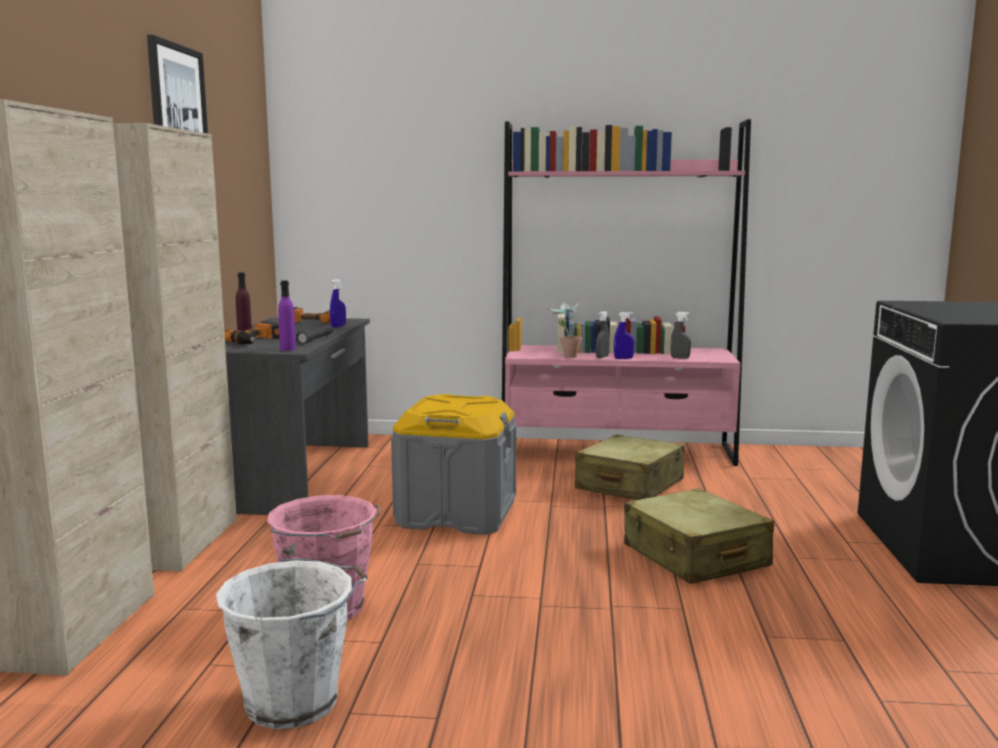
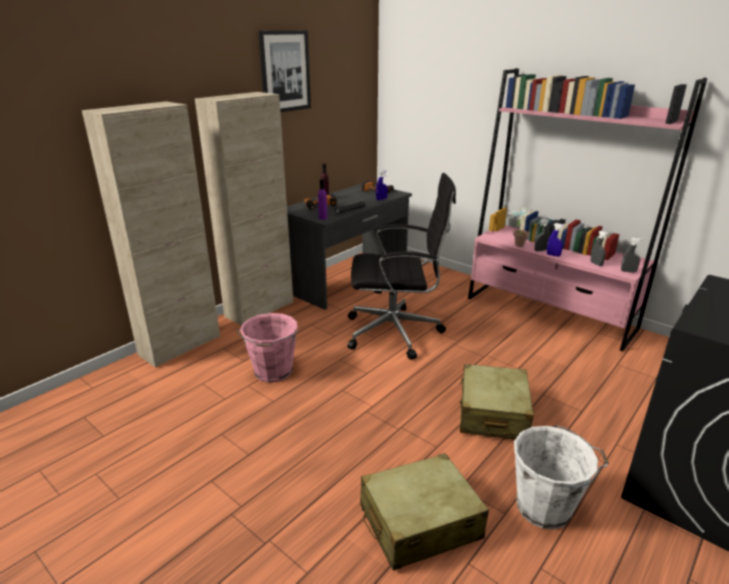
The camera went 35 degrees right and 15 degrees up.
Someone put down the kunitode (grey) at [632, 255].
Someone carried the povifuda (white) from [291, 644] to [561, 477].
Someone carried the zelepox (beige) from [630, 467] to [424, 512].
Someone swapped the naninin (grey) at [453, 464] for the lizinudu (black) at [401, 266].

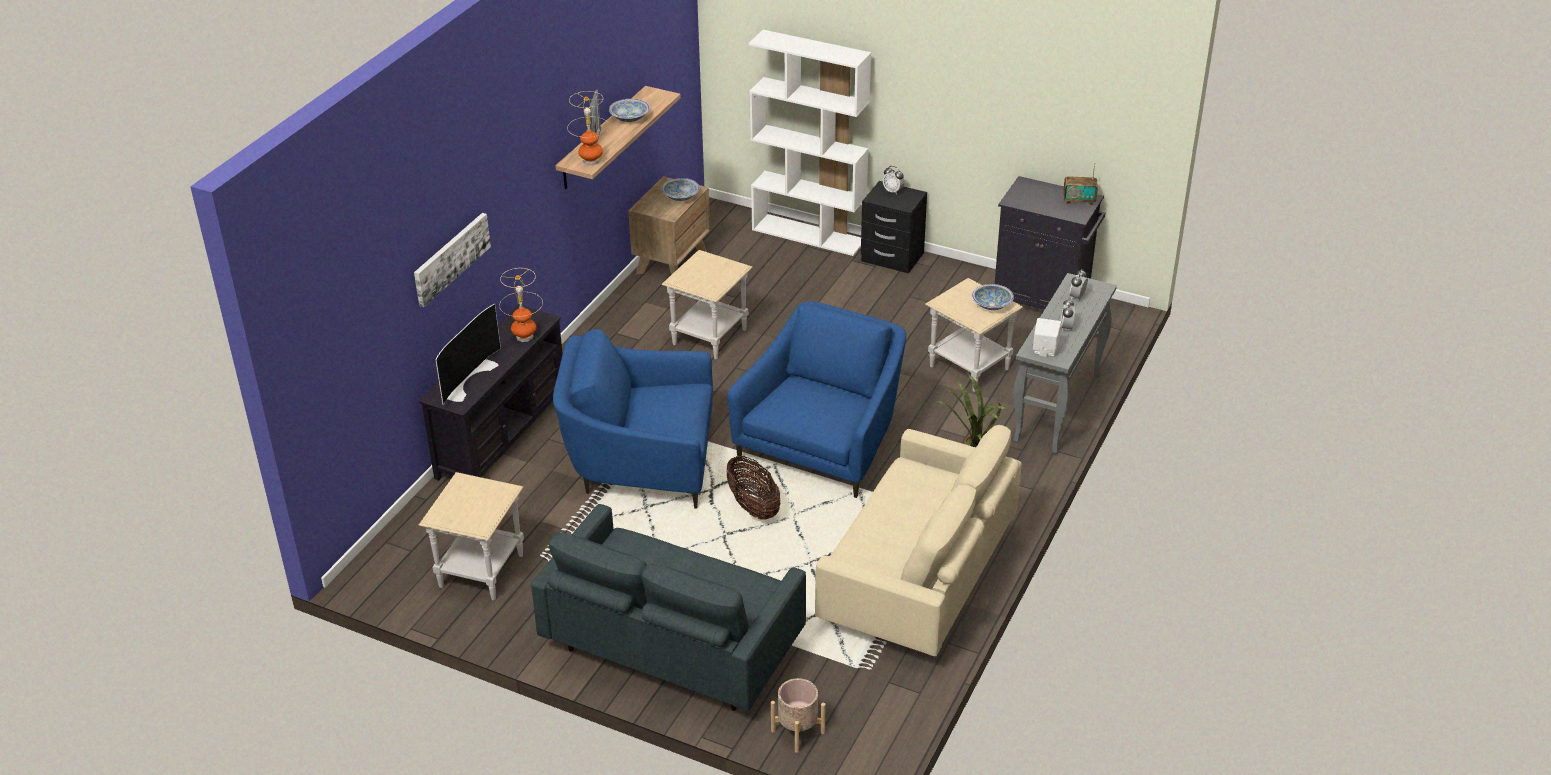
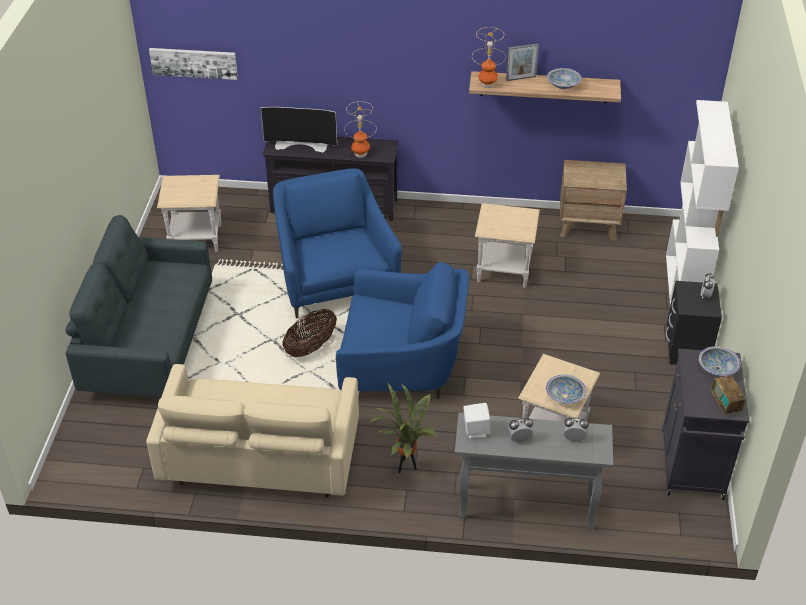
The camera went 70 degrees right and 5 degrees up.
Someone took away the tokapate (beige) at [798, 715].
Someone carried the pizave from [452, 260] to [193, 64].
Someone carried the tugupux from [680, 189] to [720, 361].

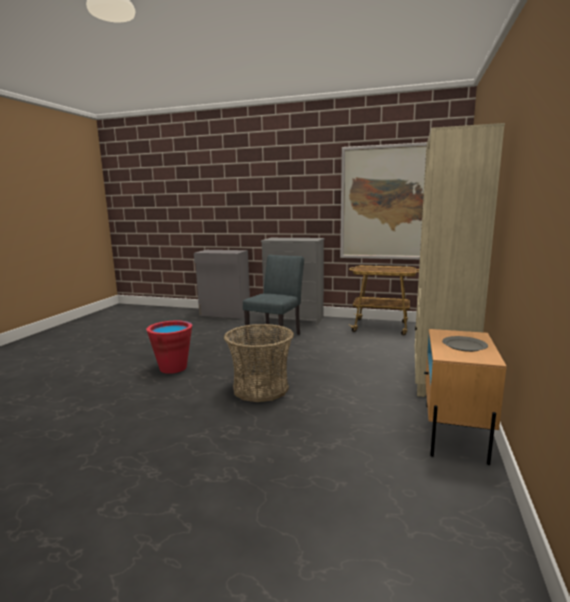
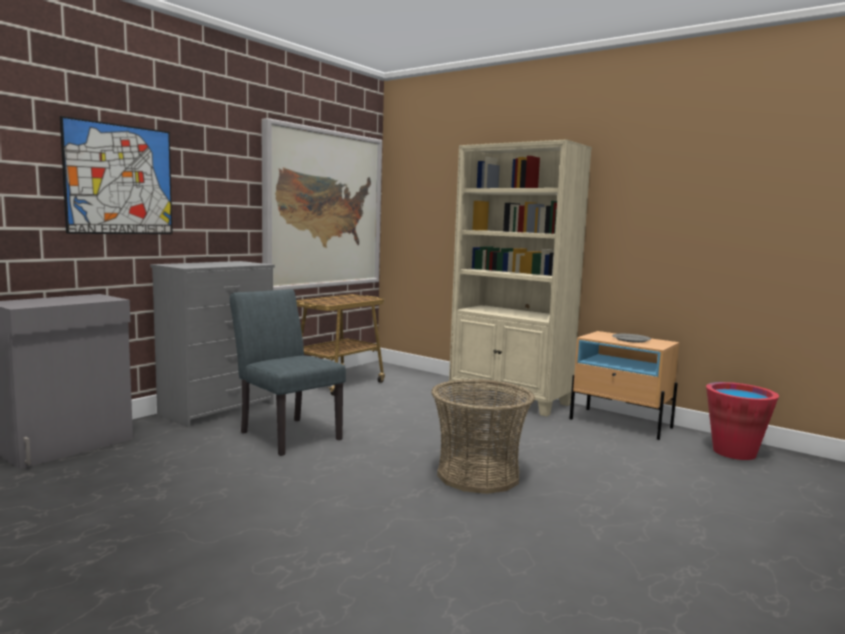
The camera went 70 degrees left and 5 degrees down.
Someone put up the pizave at [116, 175].
Someone carried the povifuda (red) from [169, 347] to [742, 421].

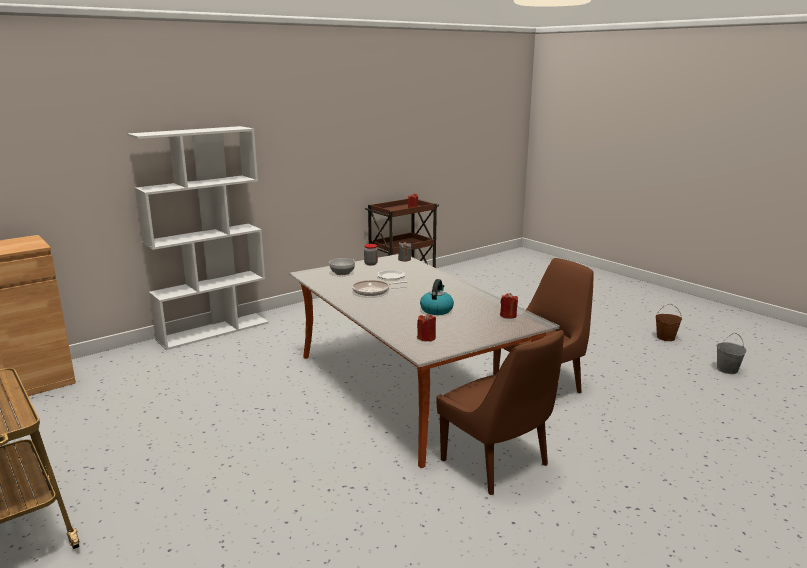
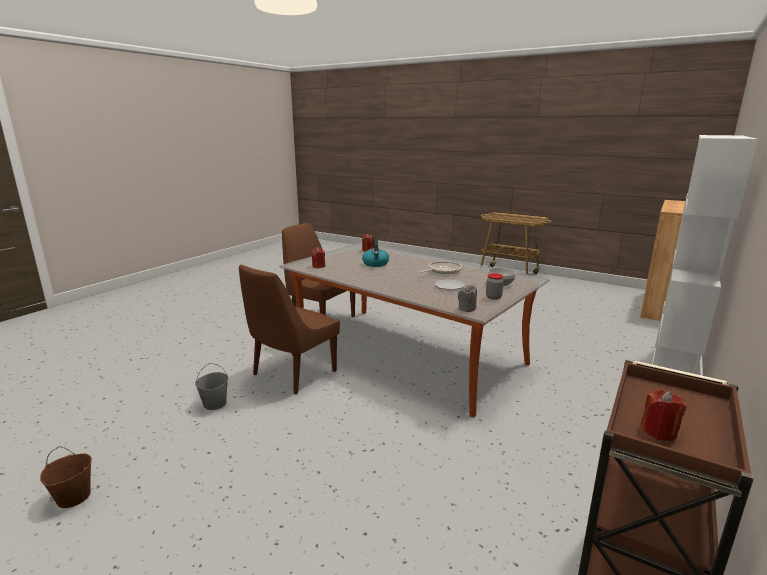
The camera went 160 degrees right and 0 degrees up.
Someone carried the povifuda (grey) from [731, 353] to [211, 386].

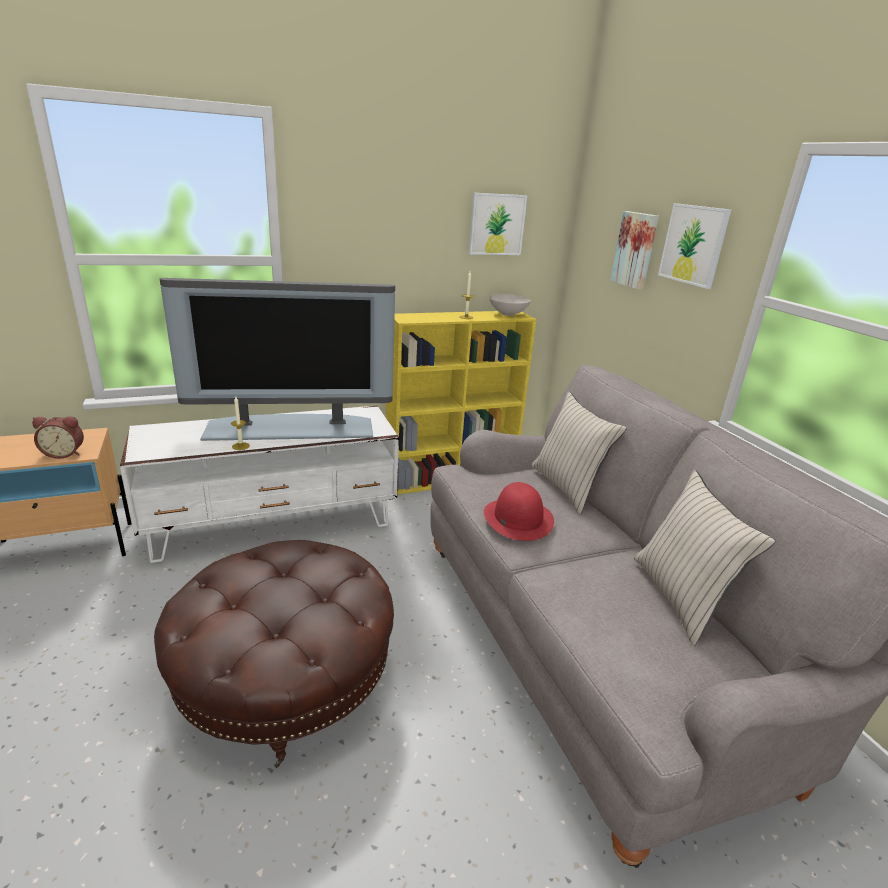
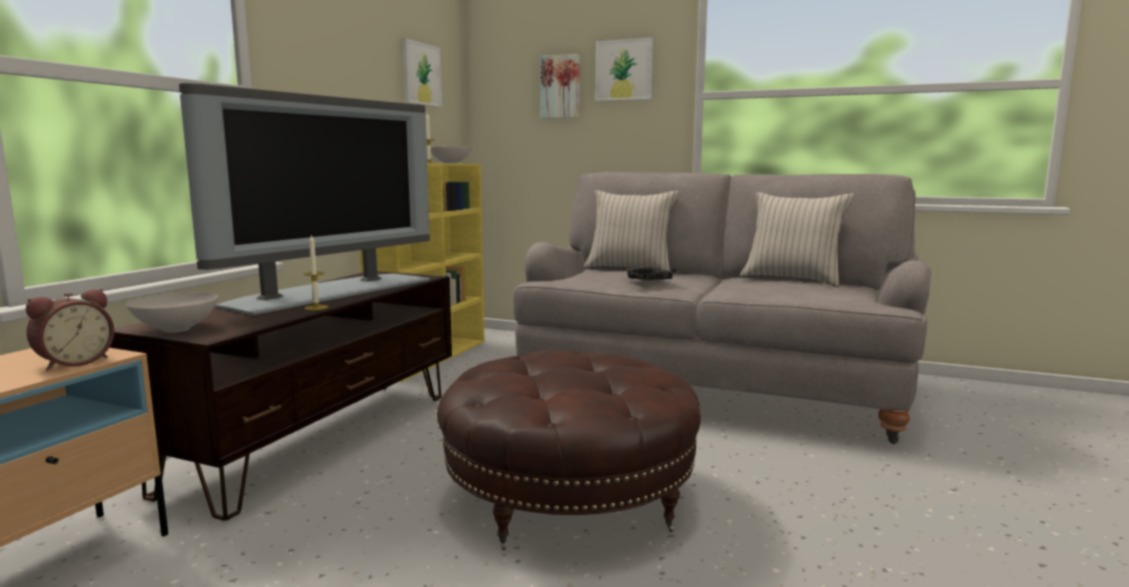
The camera went 45 degrees left and 15 degrees down.
Someone put down the tugupux (white) at [172, 312].
Someone swapped the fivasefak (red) at [519, 511] for the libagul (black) at [650, 273].
Someone repainted the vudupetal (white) at [259, 484], which became the vudupetal (brown) at [280, 395].

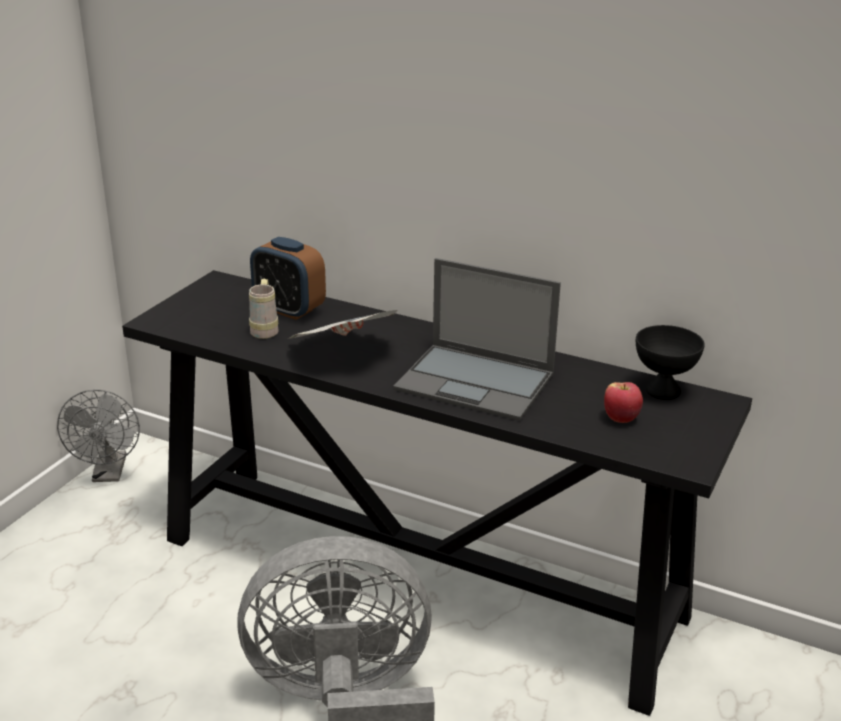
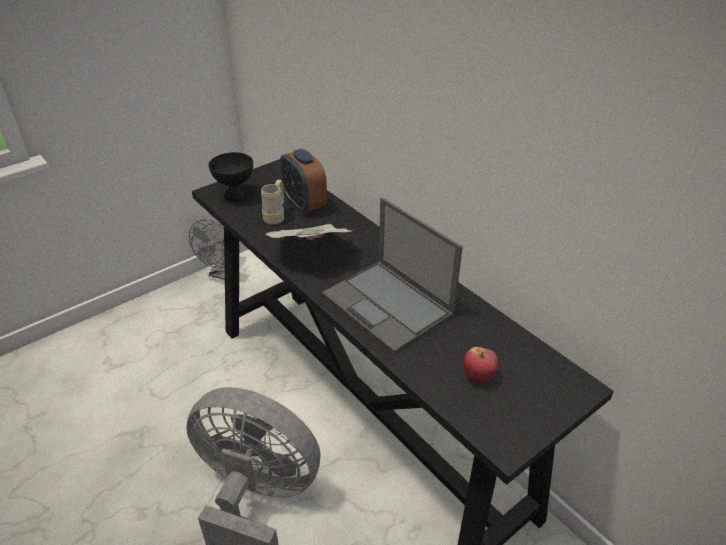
The camera went 25 degrees right and 10 degrees up.
Someone carried the tugupux (black) from [670, 362] to [231, 177].

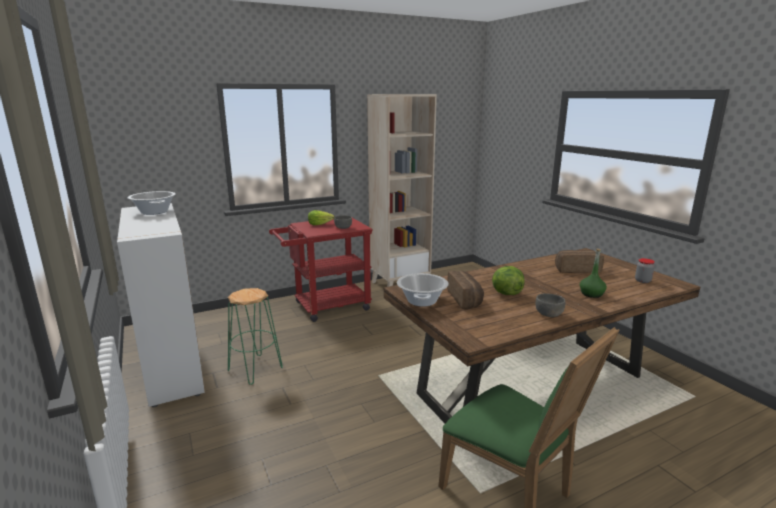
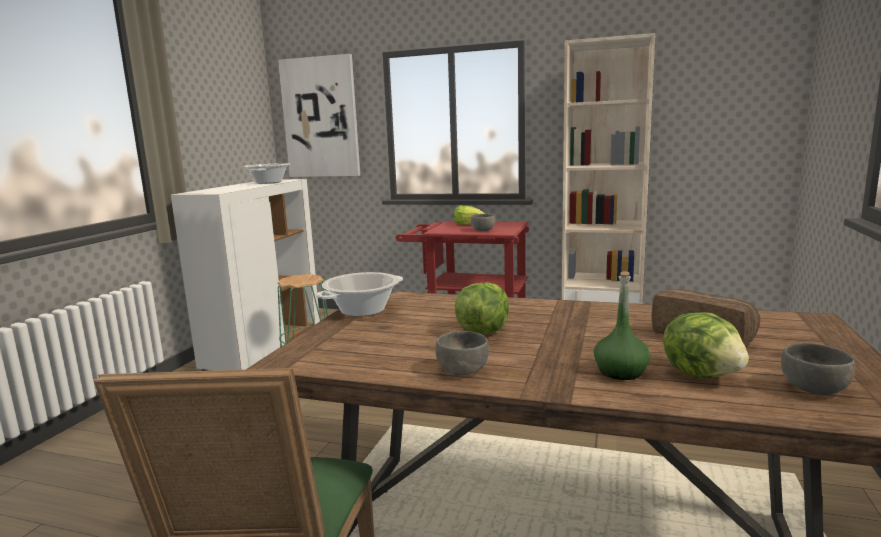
The camera went 45 degrees right and 5 degrees down.
Someone took away the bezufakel at [465, 290].
Someone put up the pizave at [319, 115].
Someone put down the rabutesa at [706, 345].
Someone swapped the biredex at [645, 270] for the tugupux (grey) at [818, 369].

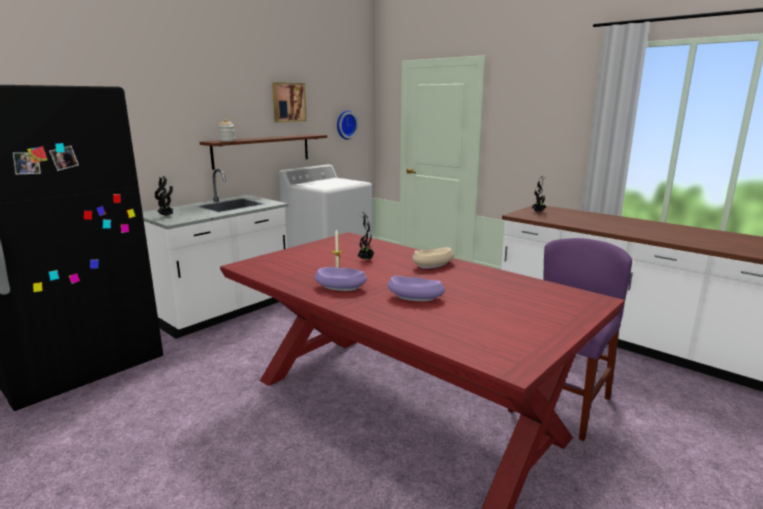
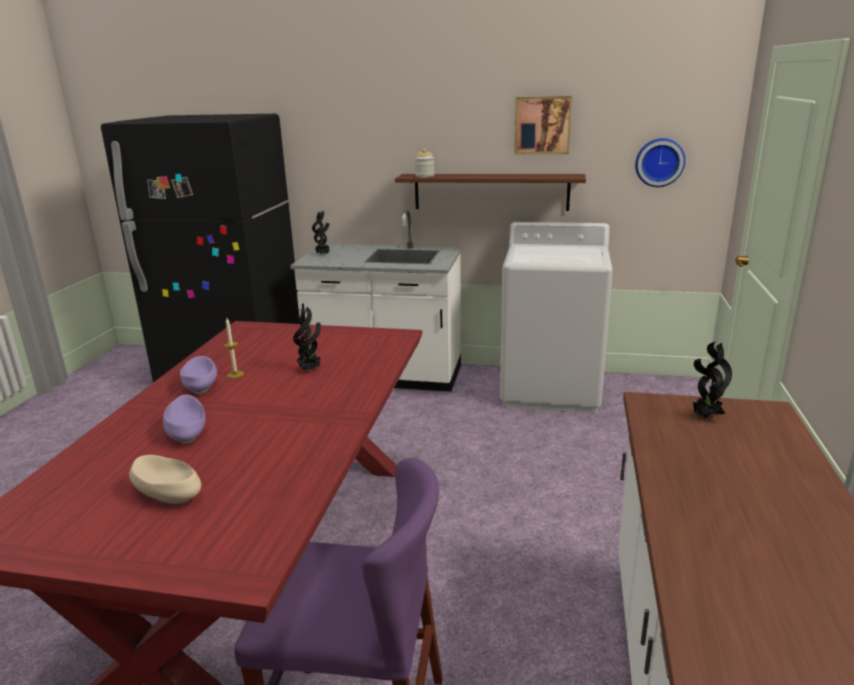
The camera went 60 degrees right and 5 degrees up.
Someone carried the tugupux (beige) from [433, 257] to [165, 479].

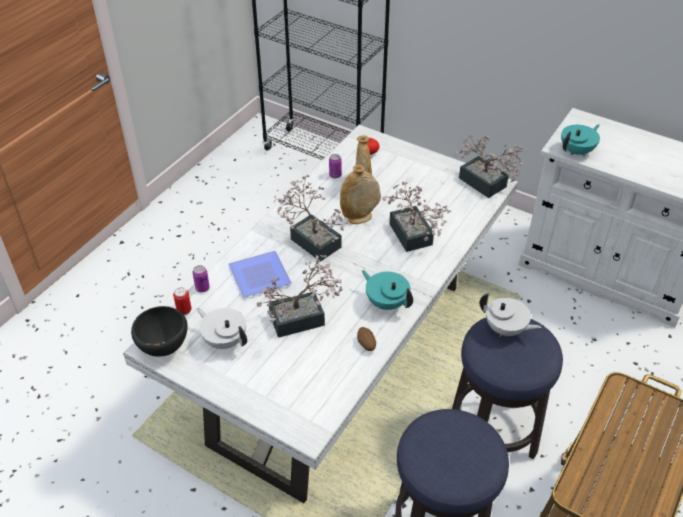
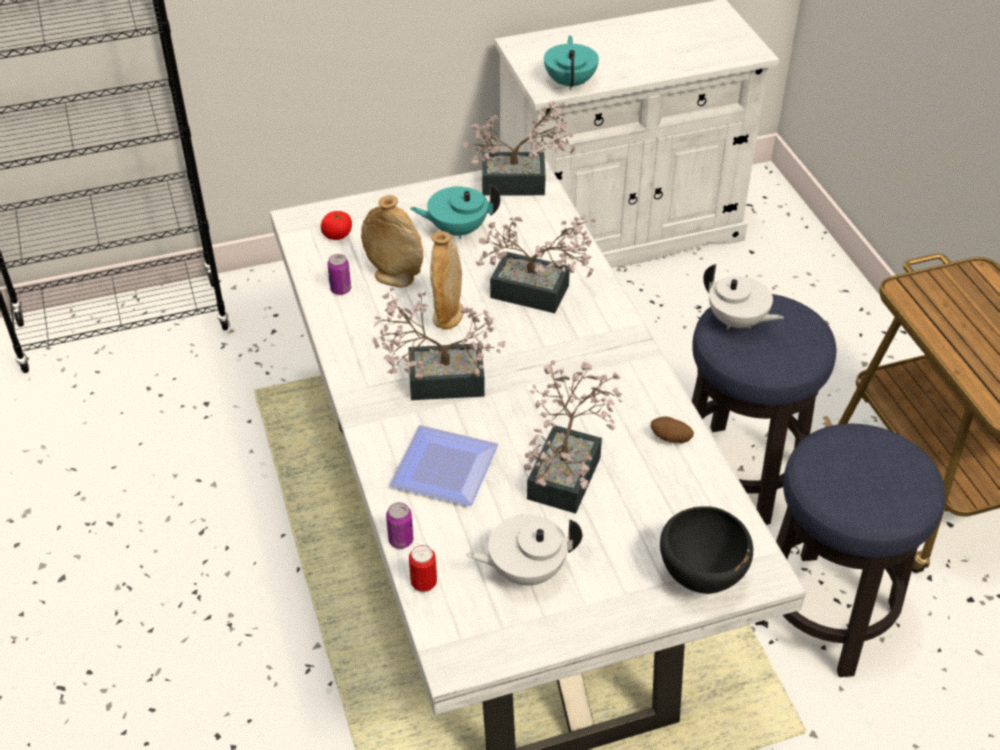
The camera went 50 degrees left and 0 degrees up.
Someone carried the tugupux (black) from [159, 331] to [706, 550].
Someone carried the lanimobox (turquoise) from [387, 290] to [455, 211].
Someone rotated the lanimobox (white) at [510, 315] by 60 degrees clockwise.

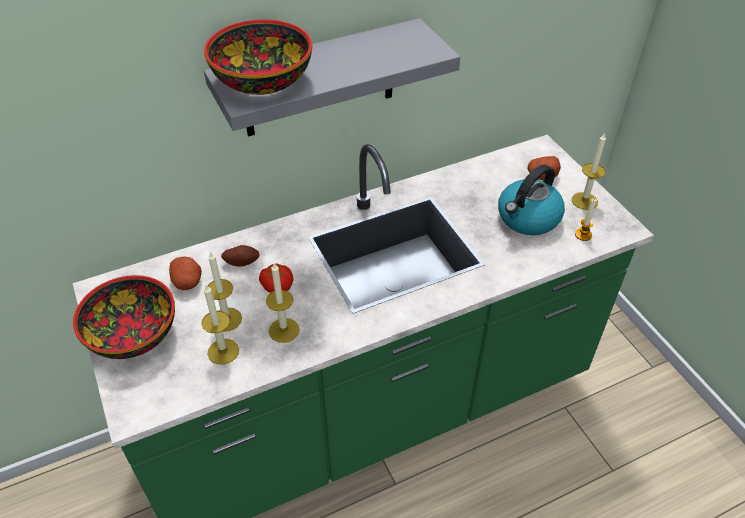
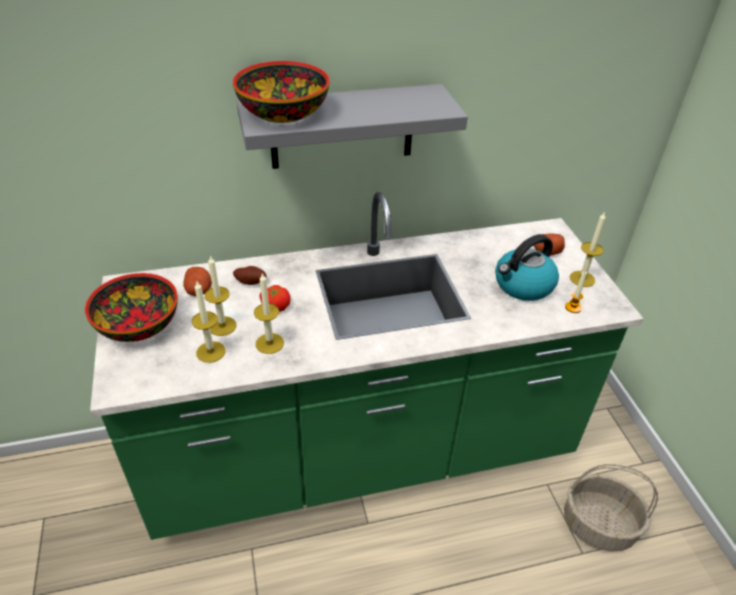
The camera went 10 degrees right and 5 degrees down.
Someone put down the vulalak at [611, 507].

